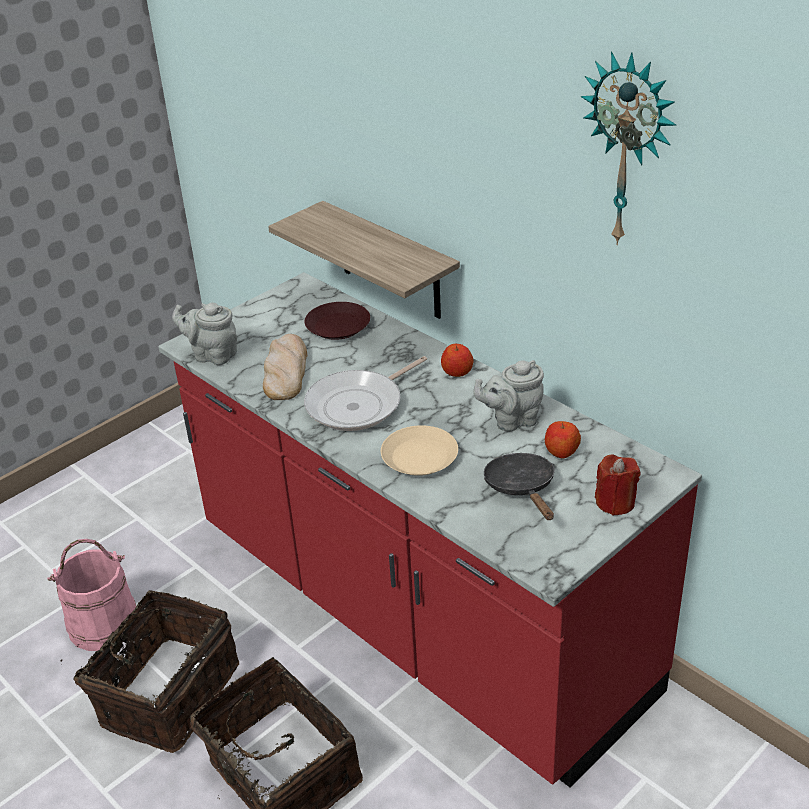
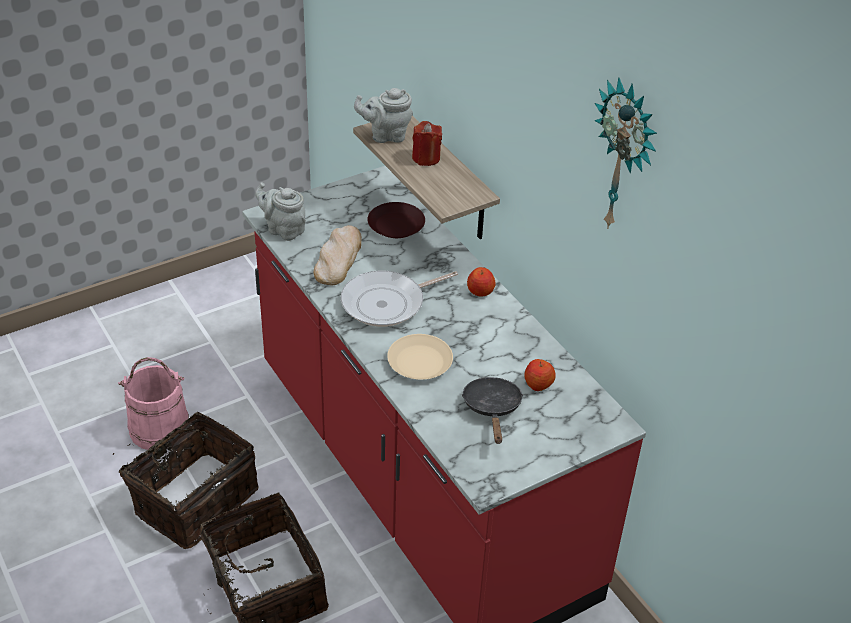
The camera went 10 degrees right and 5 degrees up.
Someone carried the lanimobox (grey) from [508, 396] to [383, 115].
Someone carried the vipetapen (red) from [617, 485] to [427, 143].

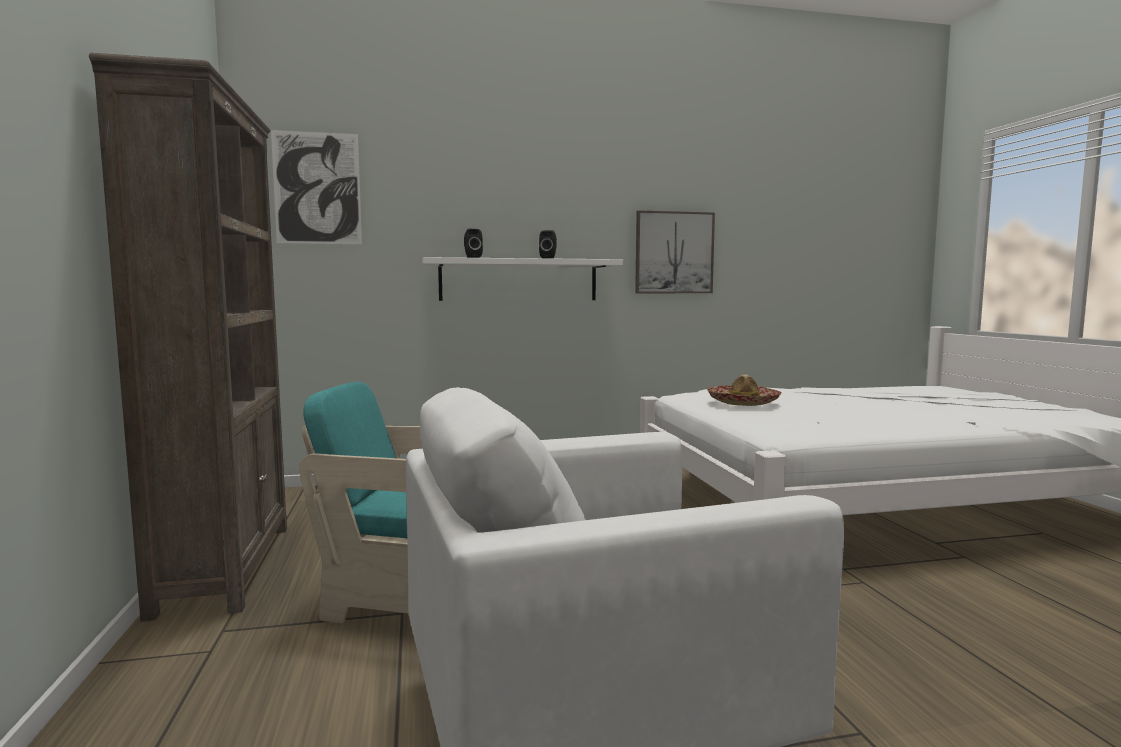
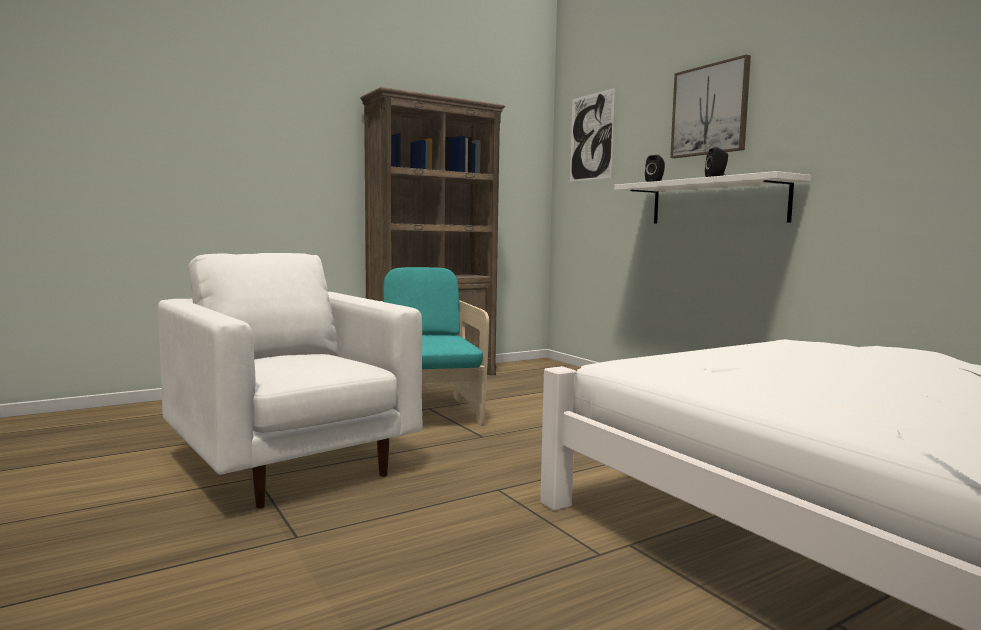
The camera went 70 degrees right and 0 degrees up.
Someone took away the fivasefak at [744, 390].
Someone carried the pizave from [675, 251] to [710, 106].

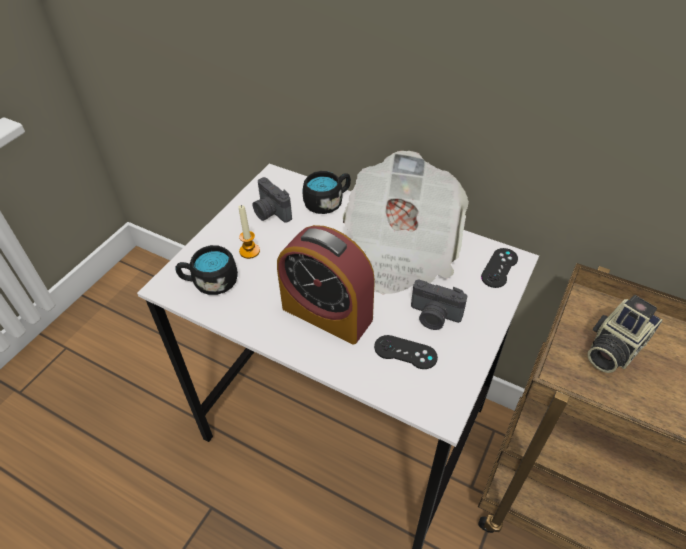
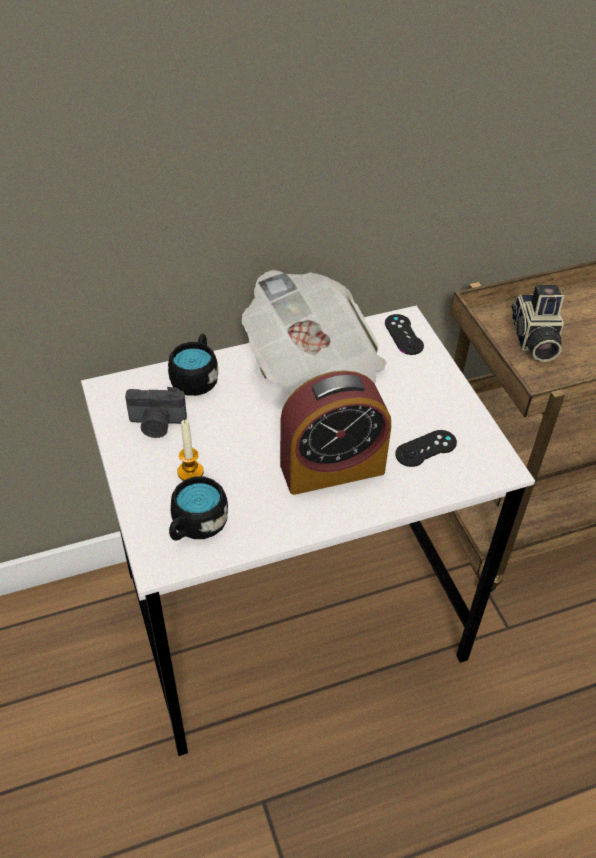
The camera went 50 degrees left and 0 degrees up.
Someone took away the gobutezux at [439, 304].

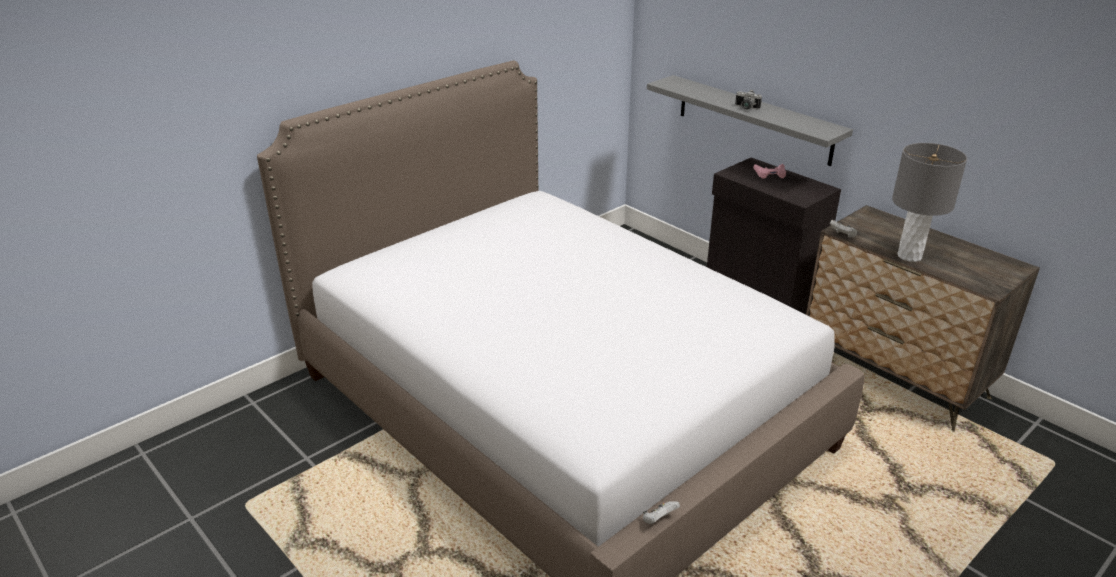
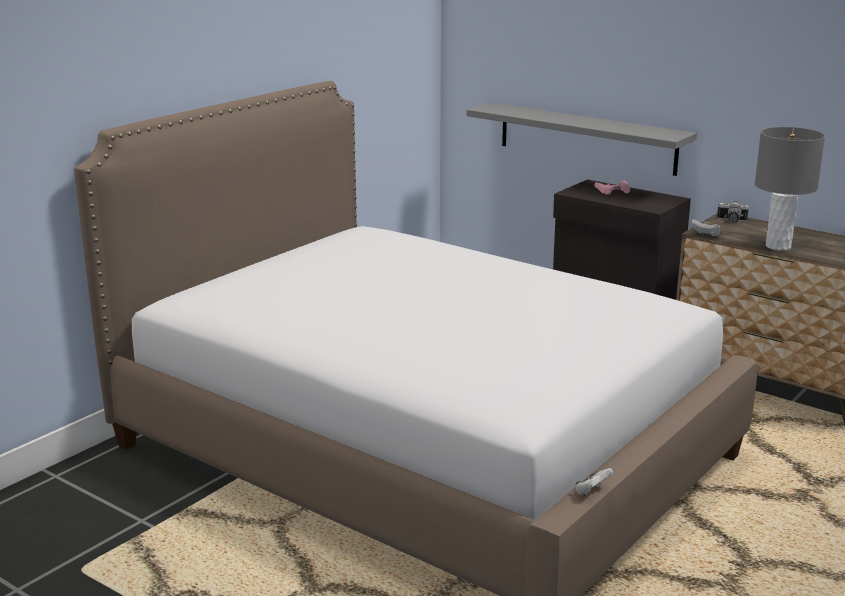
The camera went 10 degrees left and 10 degrees down.
Someone carried the gobutezux from [748, 99] to [732, 211].

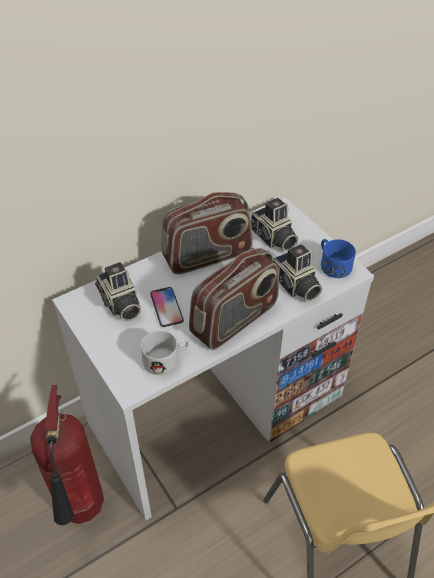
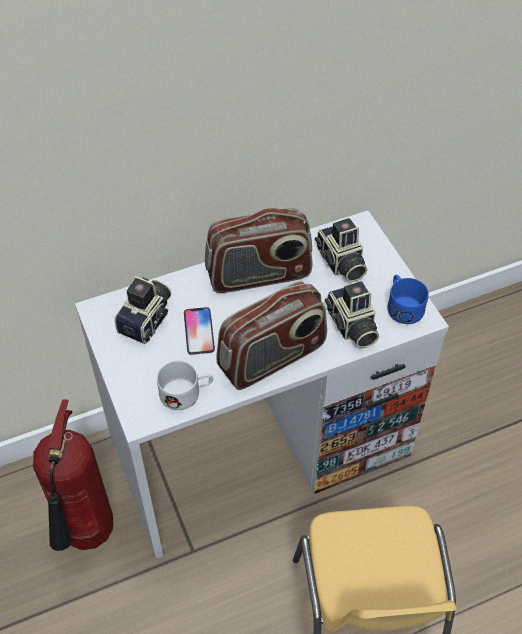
The camera went 10 degrees right and 5 degrees up.
Someone rotated the gobutezux at [118, 291] by 135 degrees counterclockwise.

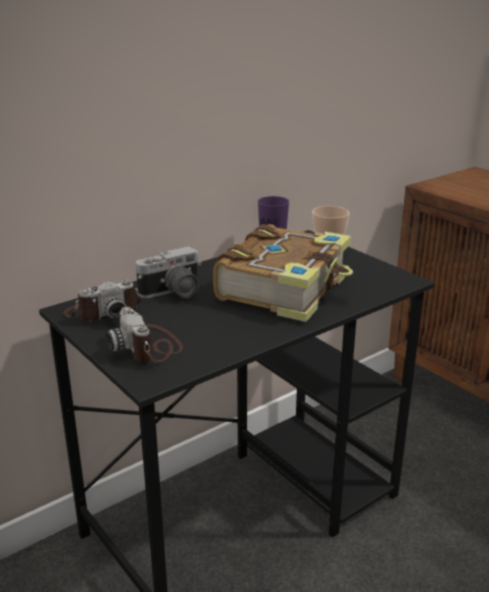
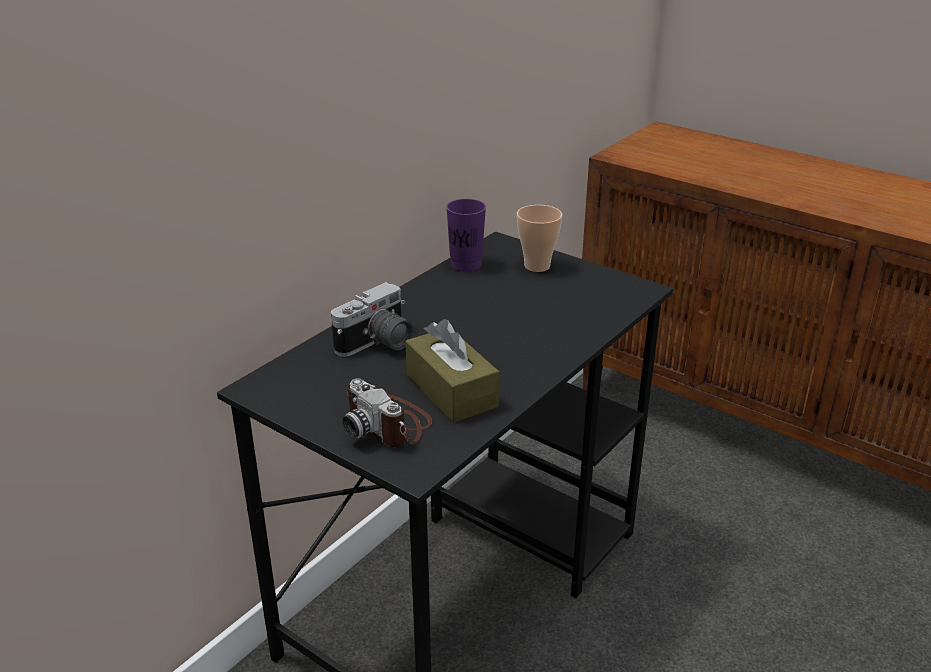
The camera went 15 degrees left and 5 degrees up.
Someone took away the gobutezux at [102, 301].
Someone took away the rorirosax at [283, 273].
Someone put down the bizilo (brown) at [452, 371].

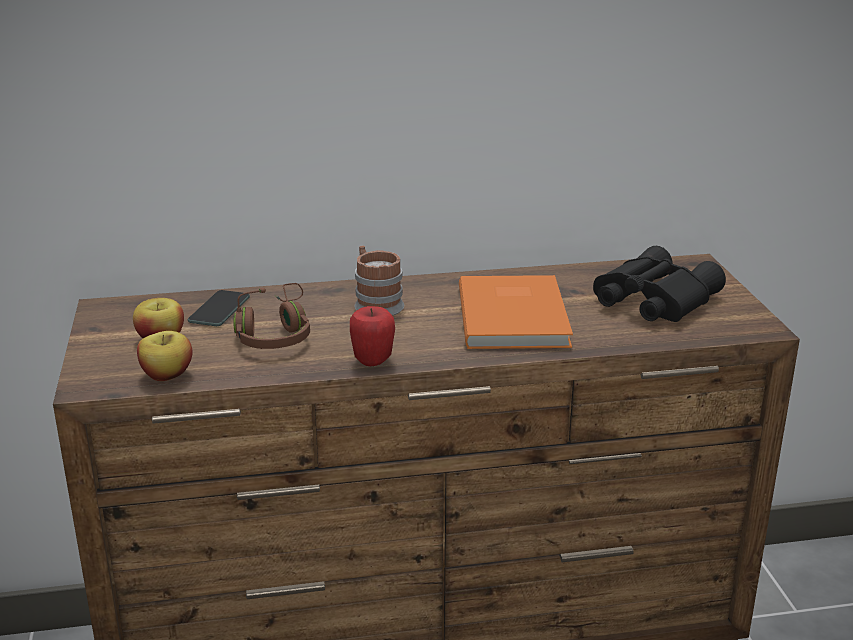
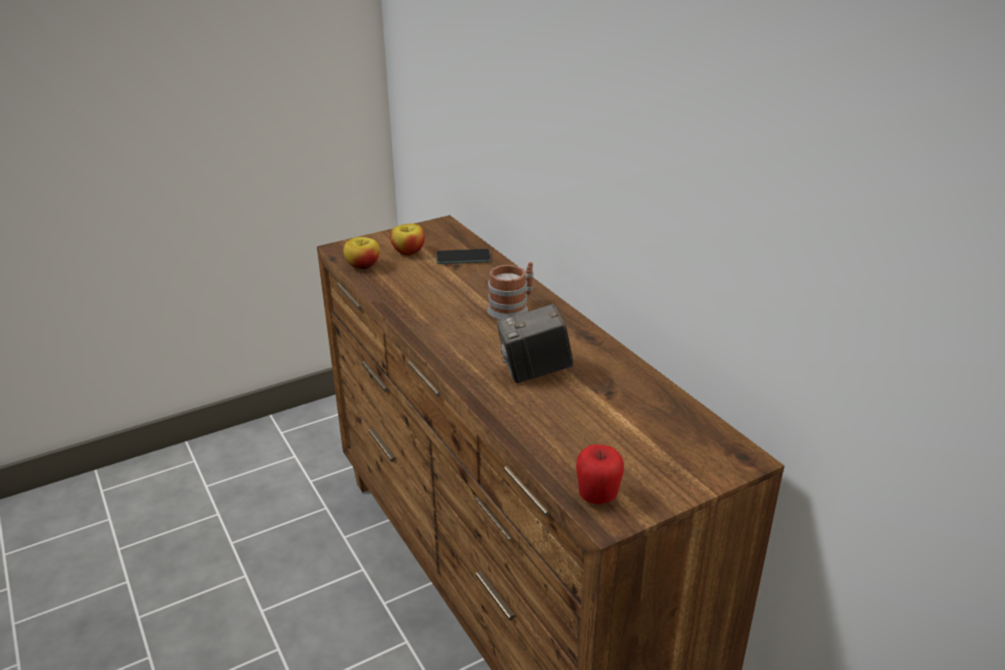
The camera went 70 degrees right and 5 degrees up.
Someone took away the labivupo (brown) at [271, 316].
Someone took away the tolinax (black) at [659, 284].
Someone carried the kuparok from [372, 336] to [600, 474].
Someone swapped the rorirosax (orange) at [516, 312] for the gobutezux at [535, 343].

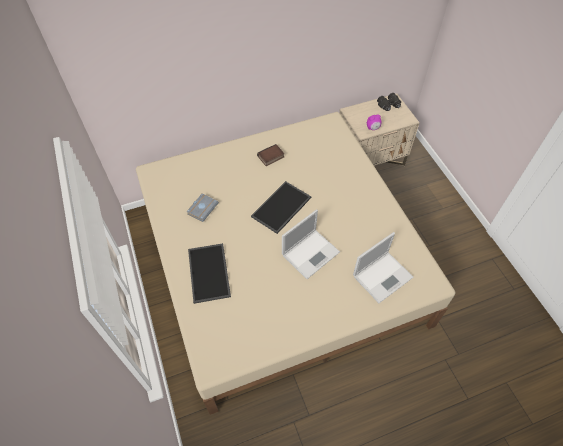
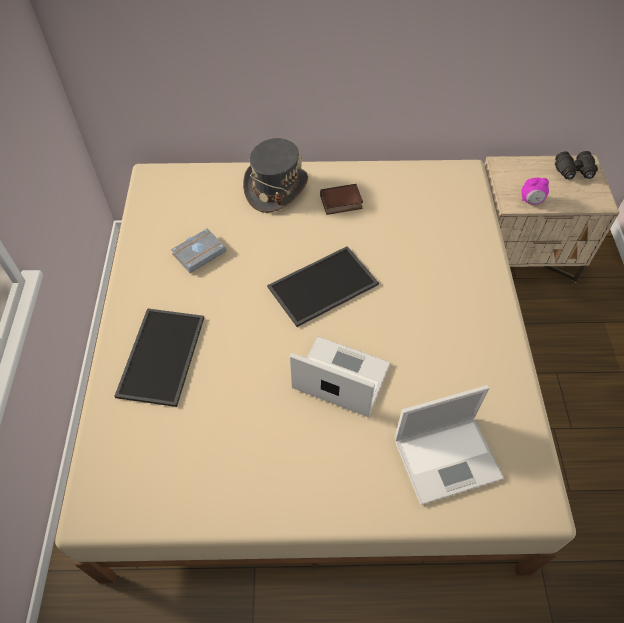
The camera went 20 degrees right and 0 degrees up.
Someone put down the fivasefak (grey) at [275, 175].
Someone rotated the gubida at [311, 244] by 135 degrees counterclockwise.

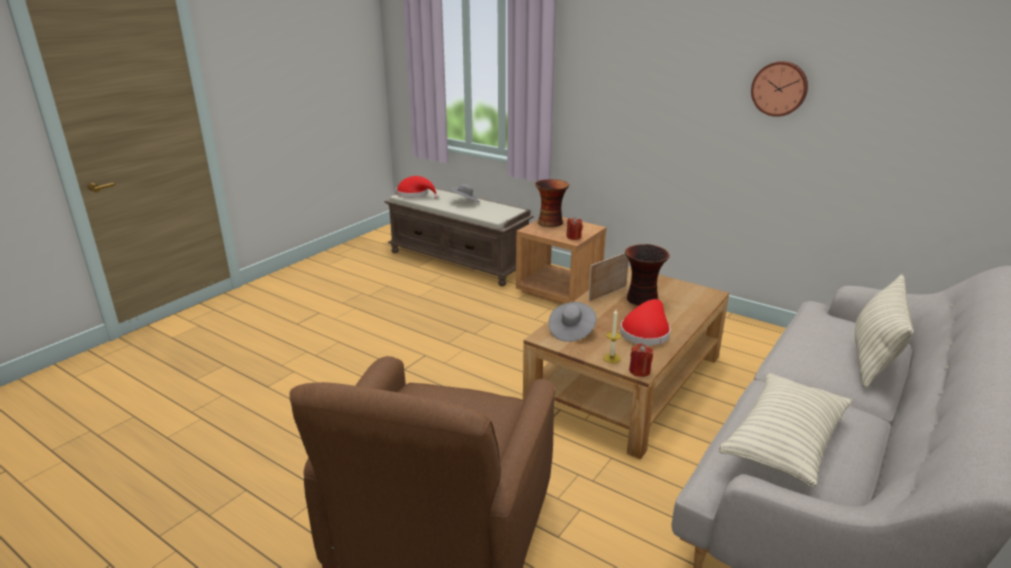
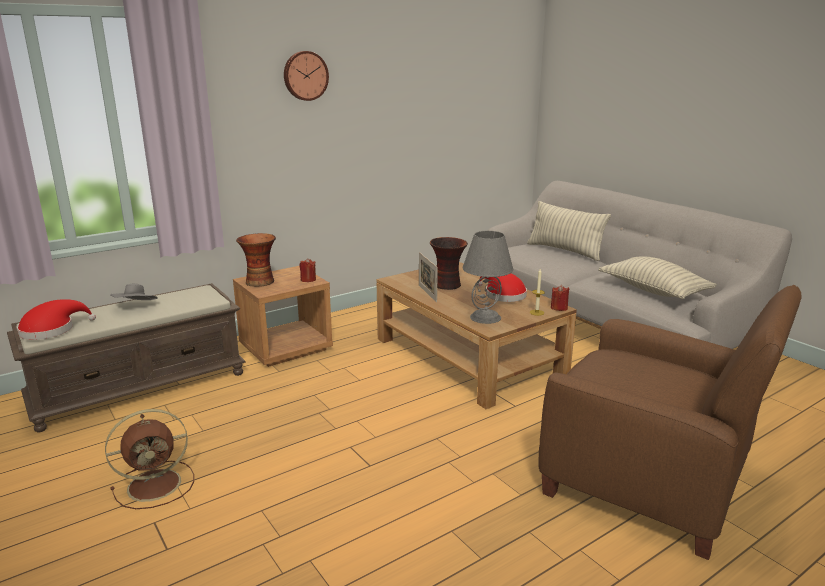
The camera went 70 degrees left and 5 degrees down.
Someone put down the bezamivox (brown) at [149, 459].
Someone carried the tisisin from [779, 89] to [306, 76].
Someone swapped the fivasefak (grey) at [573, 322] for the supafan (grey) at [487, 277].

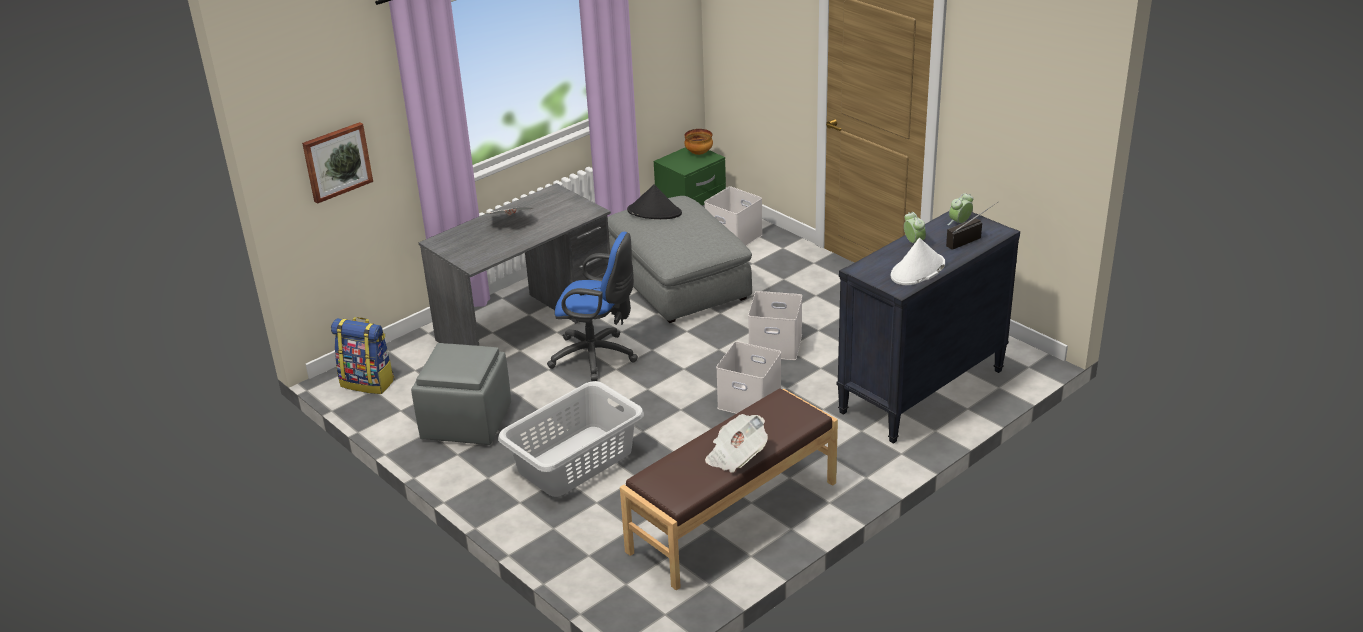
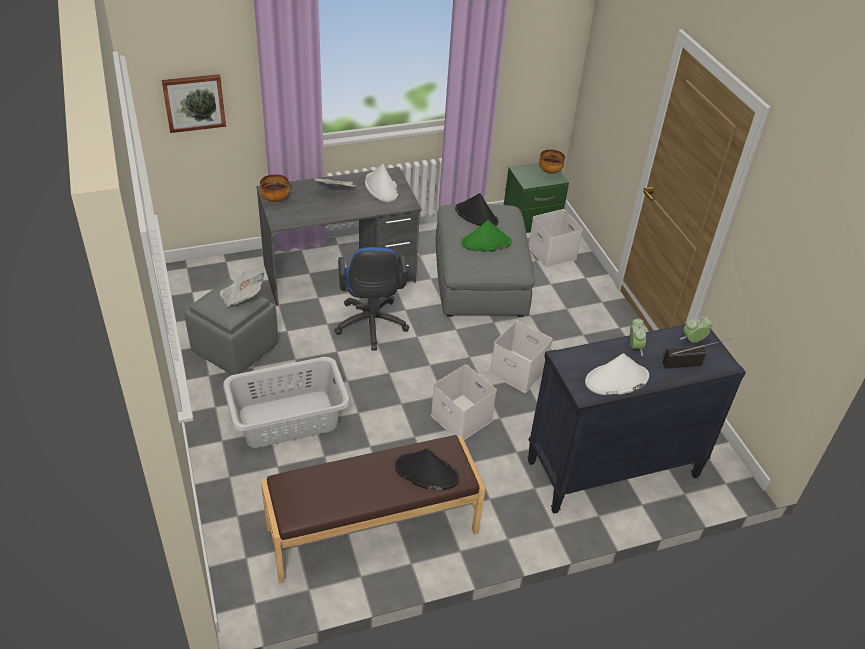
The camera went 20 degrees right and 10 degrees up.
Someone took away the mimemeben at [362, 355].
Someone put down the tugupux at [275, 188].
Someone put down the fivasefak (white) at [381, 183].
Someone put down the fivasefak (black) at [427, 469].
Someone put down the fivasefak (green) at [486, 236].
Someone carried the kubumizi from [736, 443] to [243, 287].
Someone rotated the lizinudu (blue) at [592, 306] by 45 degrees clockwise.

